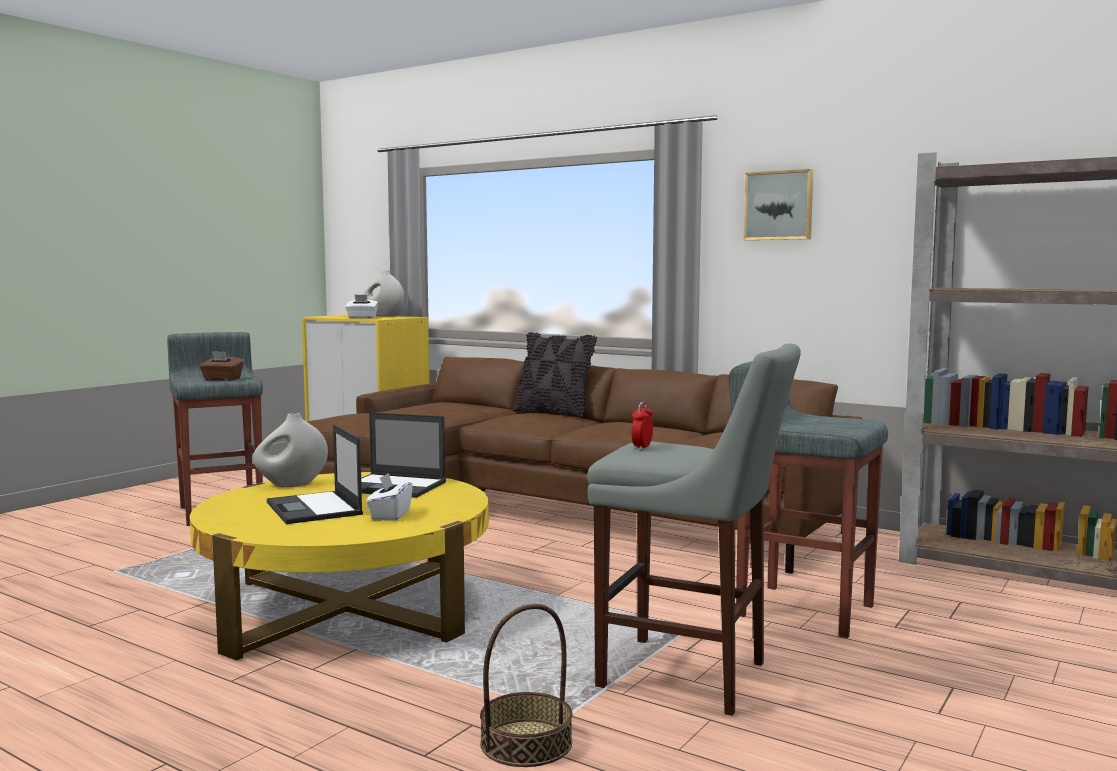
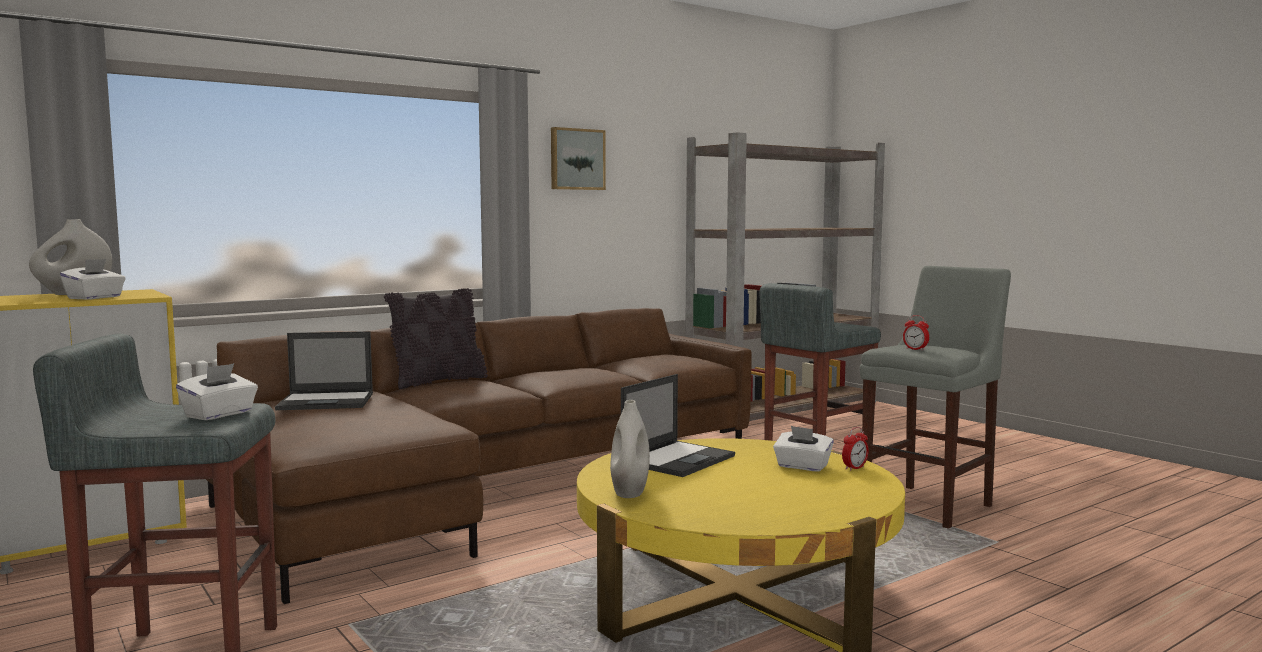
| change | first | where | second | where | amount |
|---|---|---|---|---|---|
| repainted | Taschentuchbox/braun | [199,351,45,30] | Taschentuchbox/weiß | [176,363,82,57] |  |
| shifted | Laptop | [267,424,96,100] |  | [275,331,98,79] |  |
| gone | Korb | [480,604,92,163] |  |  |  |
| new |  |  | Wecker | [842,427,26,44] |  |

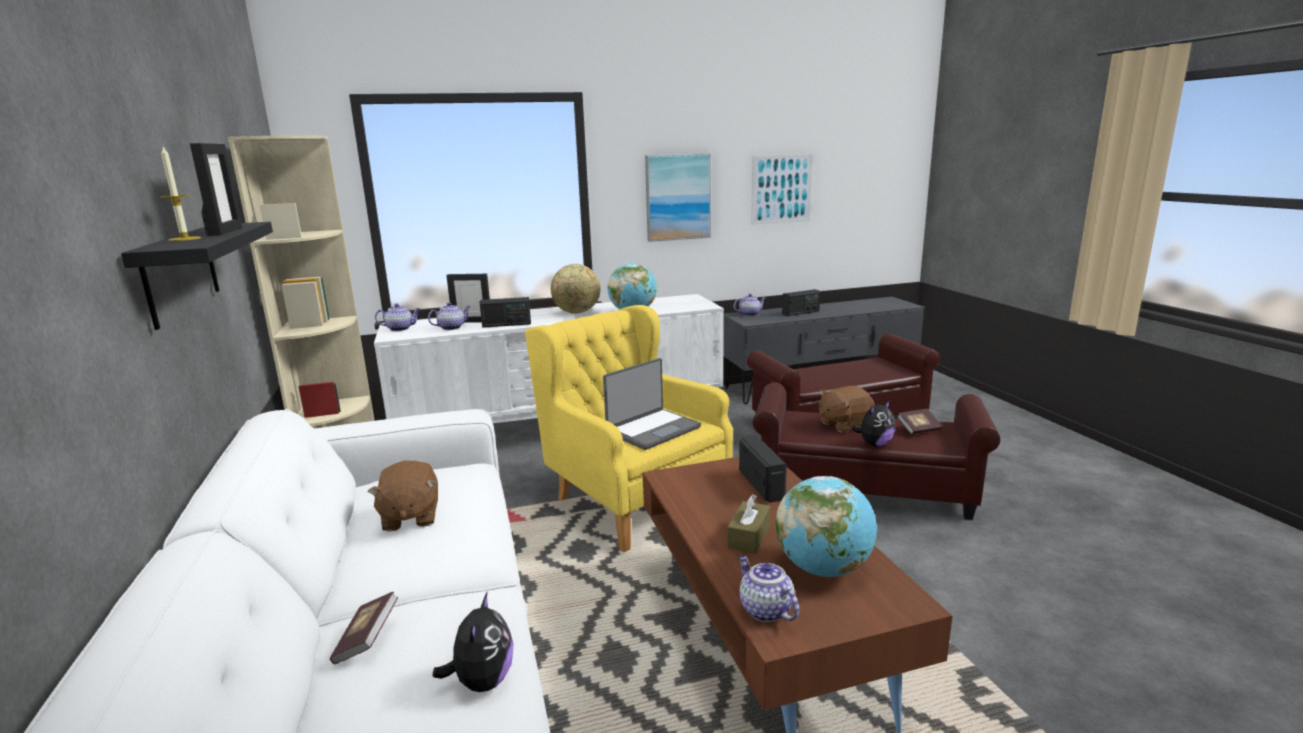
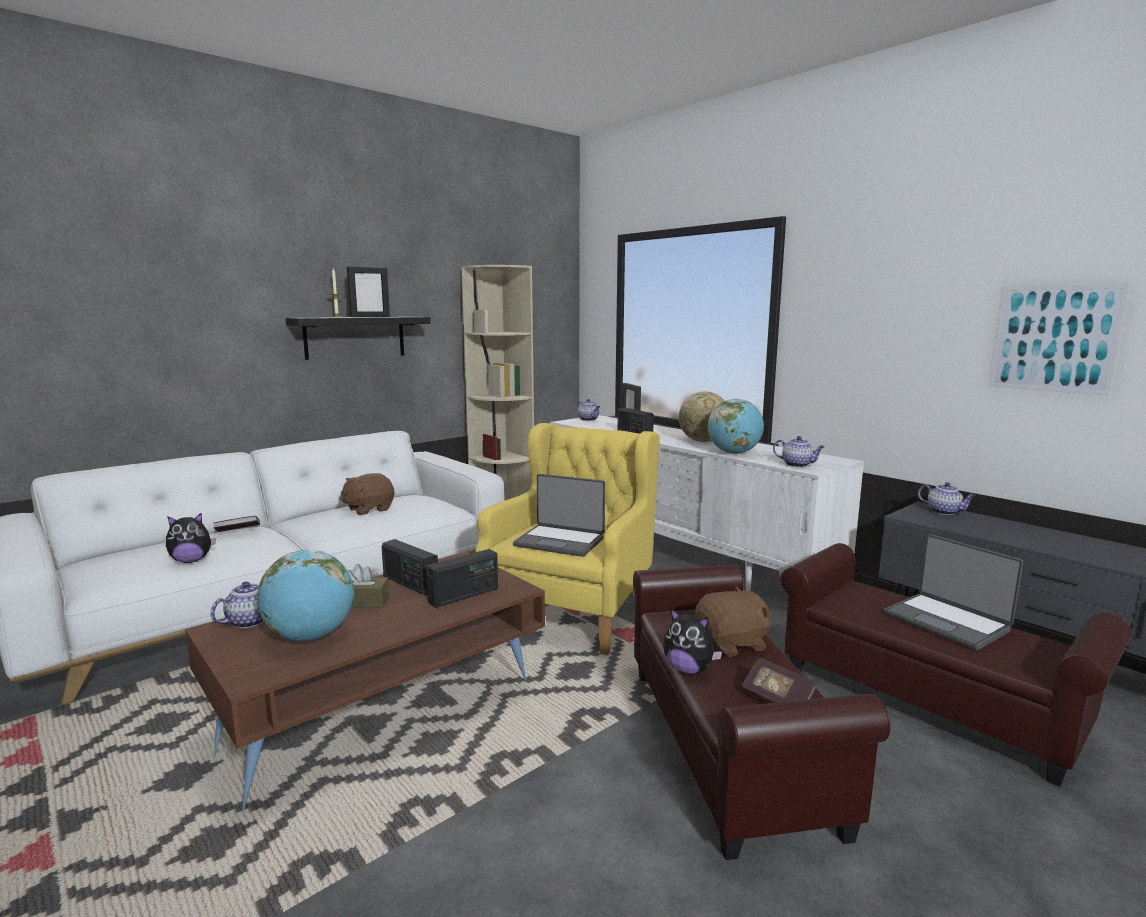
| change | first | where | second | where | amount |
|---|---|---|---|---|---|
| shifted | Teekanne | [428,302,43,28] |  | [773,436,52,31] |  |
| gone | Bild | [645,153,66,89] |  |  |  |
| shifted | Radio | [782,289,38,27] |  | [382,539,56,57] |  |
| rotated | Plüschtier/braun | [819,386,56,46] |  | [695,587,77,70] | 120 degrees clockwise |
| new |  |  | Laptop | [884,534,139,117] |  |

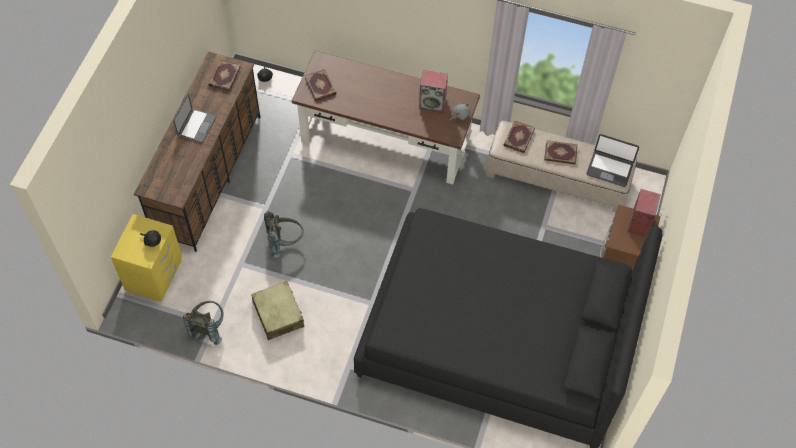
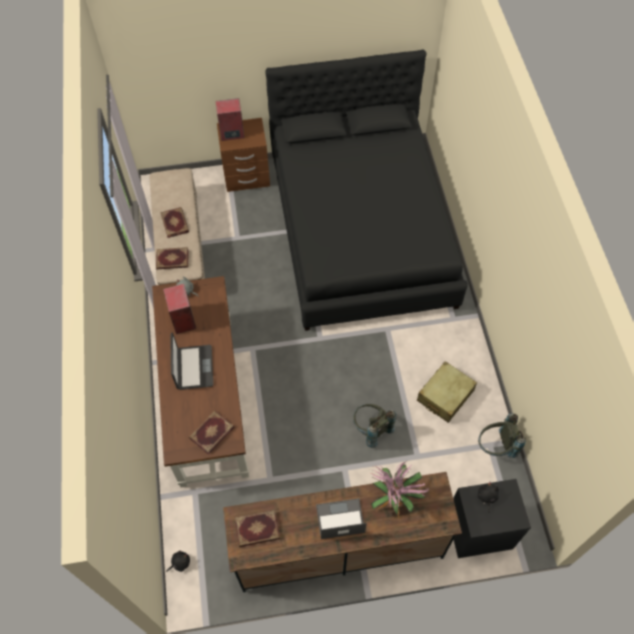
| change | first | where | second | where | amount |
|---|---|---|---|---|---|
| repainted | Nachttisch/gelb | [111,214,71,88] | Nachttisch/schwarz | [453,479,78,79] |  |
| shifted | Laptop | [586,134,53,53] |  | [170,332,43,58] |  |
| new |  |  | Topfpflanze | [370,461,59,58] |  |

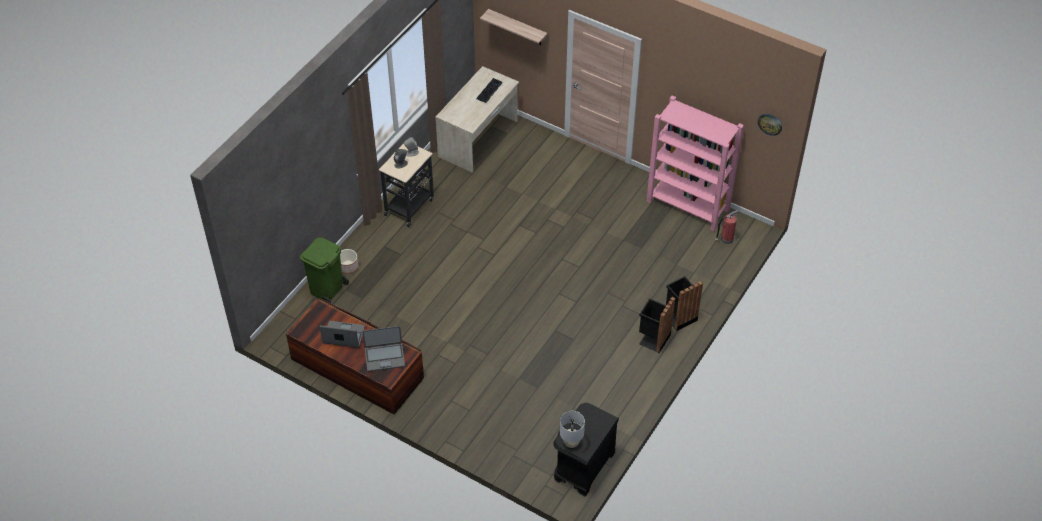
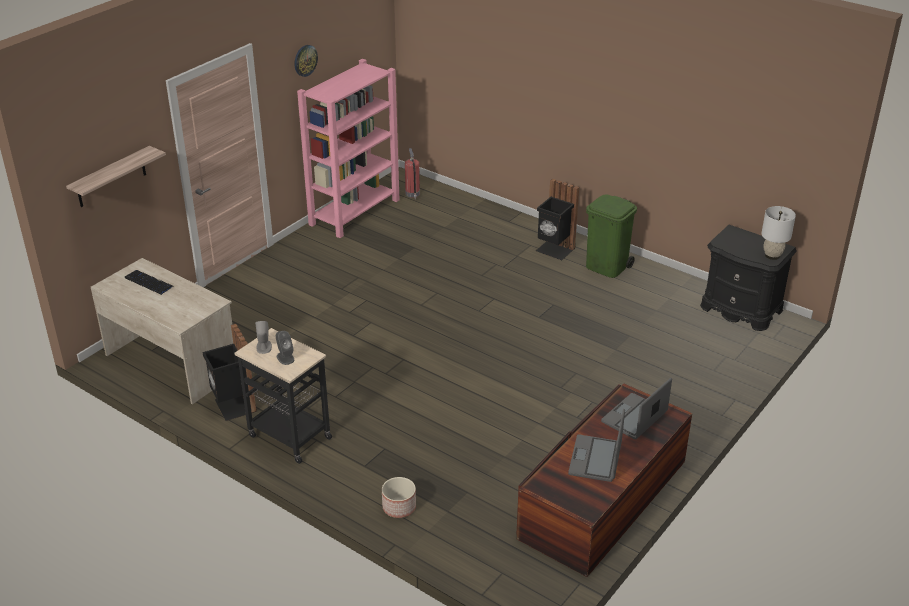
| change | first | where | second | where | amount |
|---|---|---|---|---|---|
| shifted | Mülleimer/grün | [300,238,49,65] |  | [586,195,51,83] |  |
| rotated | Laptop | [362,326,43,46] |  | [601,378,71,61] | 135 degrees counterclockwise |
| shifted | Mülleimer/schwarz | [666,276,37,55] |  | [202,324,55,97] |  |
| shifted | Wanduhr | [758,114,24,22] |  | [295,45,23,32] |  |

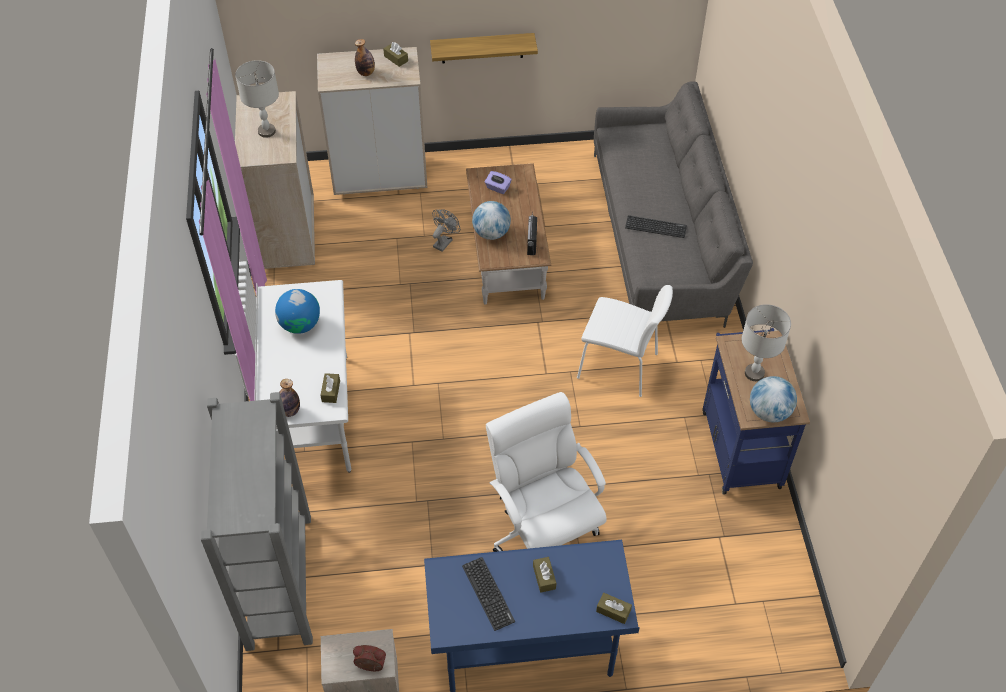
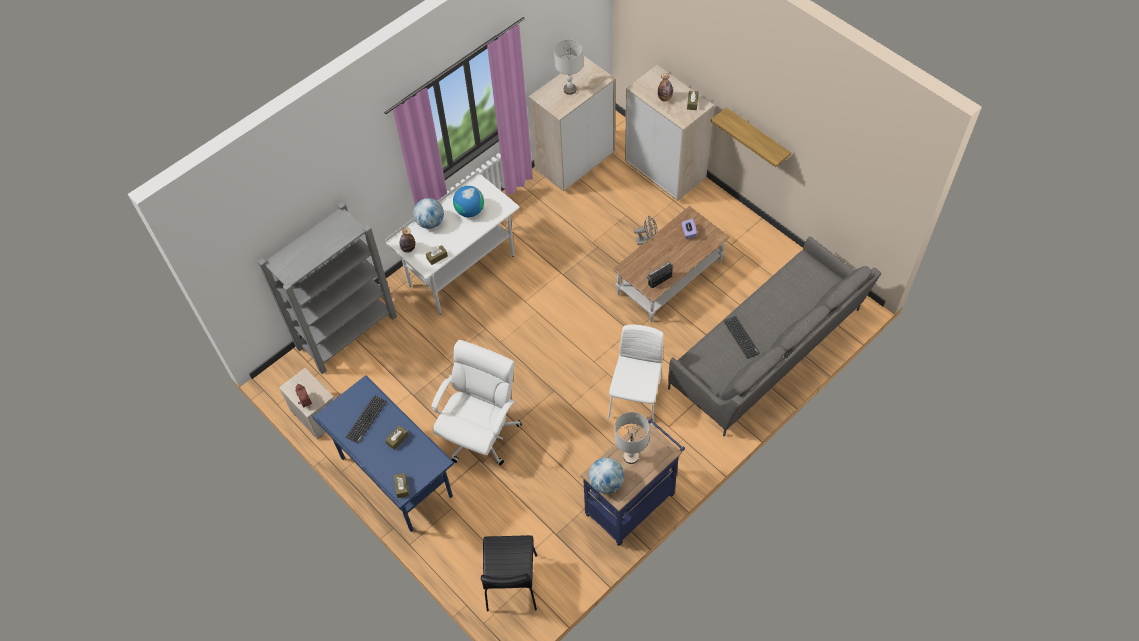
| change | first | where | second | where | amount |
|---|---|---|---|---|---|
| shifted | Globus | [472,201,39,39] |  | [413,198,31,31] |  |
| rotated | Stuhl/weiß | [577,285,96,112] |  | [608,324,56,103] | 150 degrees counterclockwise |
| new |  |  | Stuhl/schwarz | [481,535,56,77] |  |

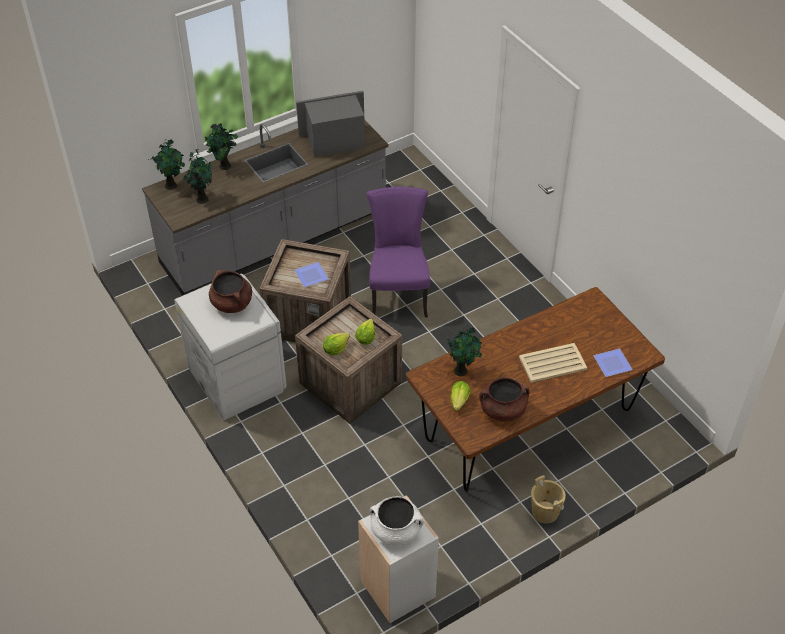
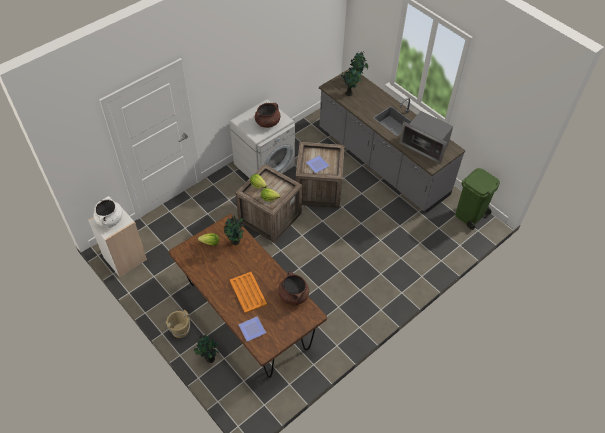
| change | first | where | second | where | amount |
|---|---|---|---|---|---|
| shifted | Topfpflanze | [205,123,33,47] |  | [194,335,25,28] |  |
| rotated | Mikrowelle | [296,91,69,66] |  | [399,111,54,53] | 150 degrees clockwise |
| gone | Stuhl/lila | [367,186,63,131] |  |  |  |
| shifted | Kochtopf/braun | [479,377,50,45] |  | [278,271,31,34] |  |
| repainted | Tablett/beige | [519,343,68,40] | Tablett/orange | [230,272,37,42] |  |
| new |  |  | Mülleimer/grün | [455,168,45,62] |  |

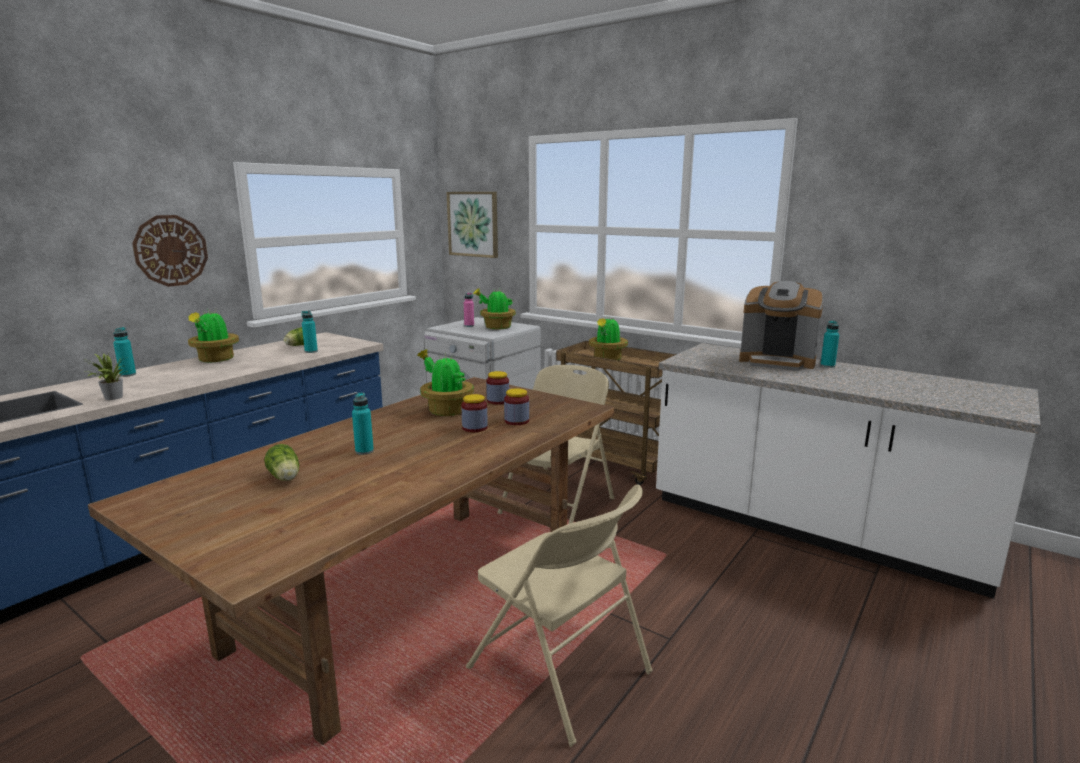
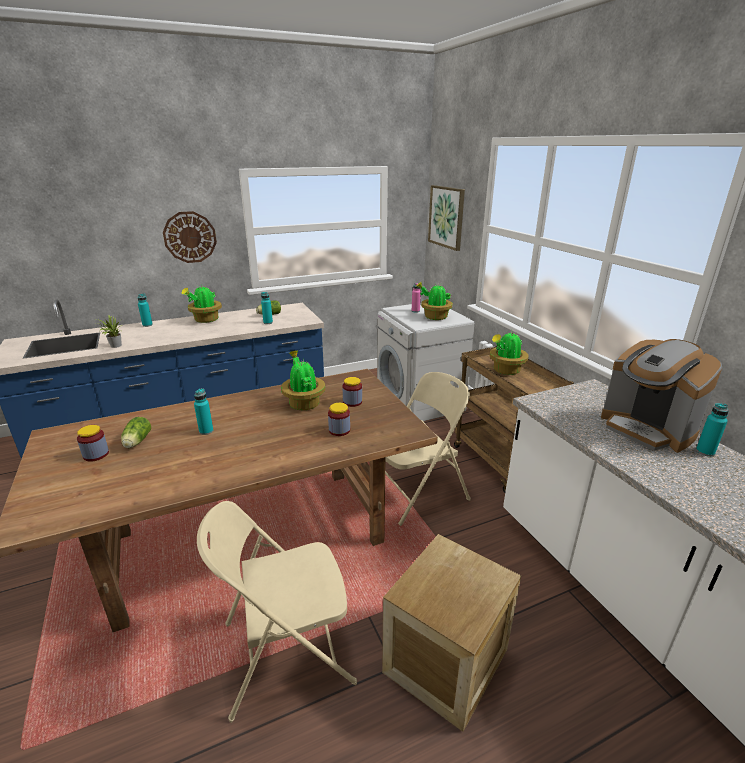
| change | first | where | second | where | amount |
|---|---|---|---|---|---|
| shifted | Vorratsglas | [461,394,27,38] |  | [77,425,32,37] |  |
| rotated | Stuhl/beige | [466,484,187,263] |  | [197,501,160,222] | 90 degrees clockwise |
| new |  |  | Kiste | [382,534,139,198] |  |

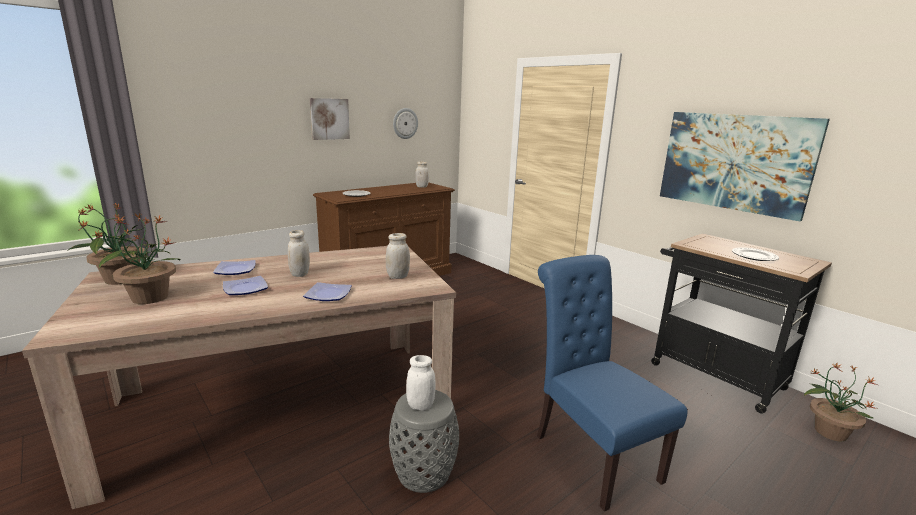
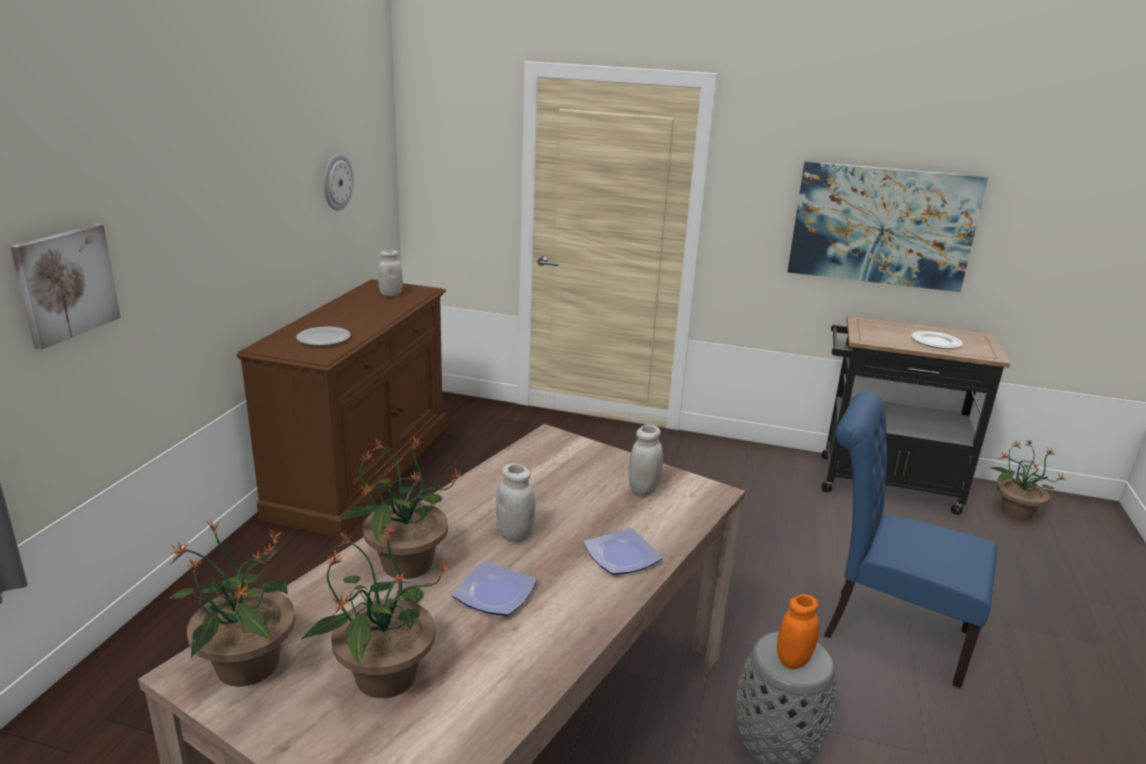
| change | first | where | second | where | amount |
|---|---|---|---|---|---|
| swapped | Teller | [213,260,43,15] | Topfpflanze | [338,436,124,143] |  |
| shifted | Bild | [310,98,40,42] |  | [10,224,111,126] |  |
| repainted | Vorratsglas/weiß | [406,355,29,56] | Vorratsglas/orange | [777,594,42,75] |  |

